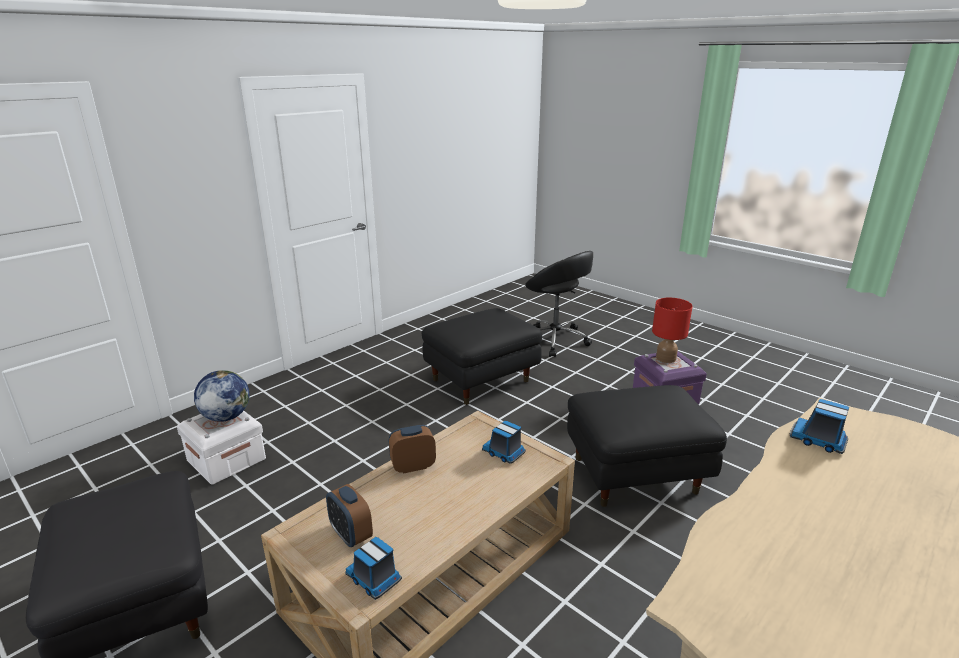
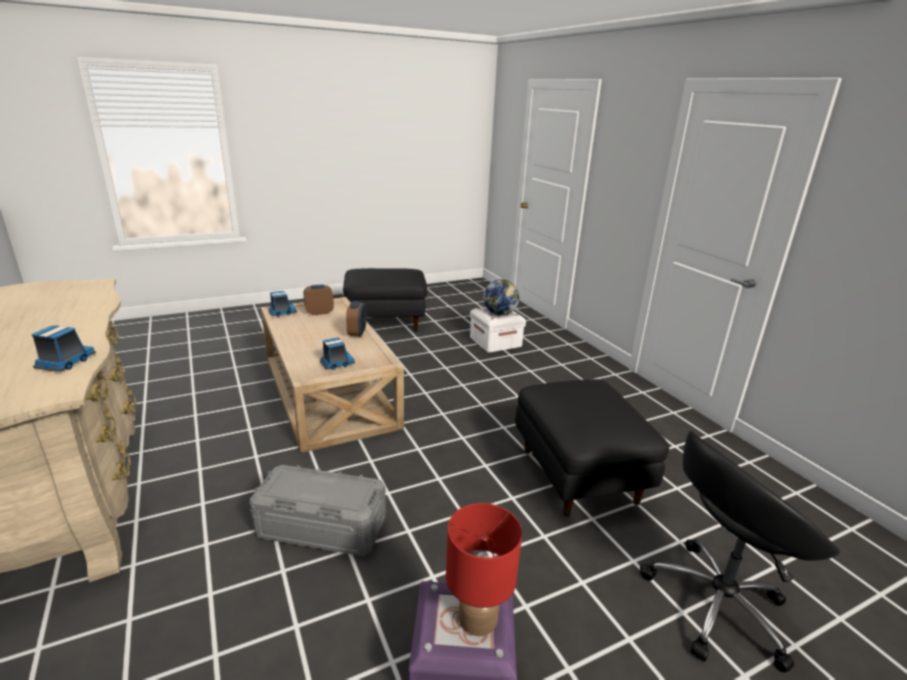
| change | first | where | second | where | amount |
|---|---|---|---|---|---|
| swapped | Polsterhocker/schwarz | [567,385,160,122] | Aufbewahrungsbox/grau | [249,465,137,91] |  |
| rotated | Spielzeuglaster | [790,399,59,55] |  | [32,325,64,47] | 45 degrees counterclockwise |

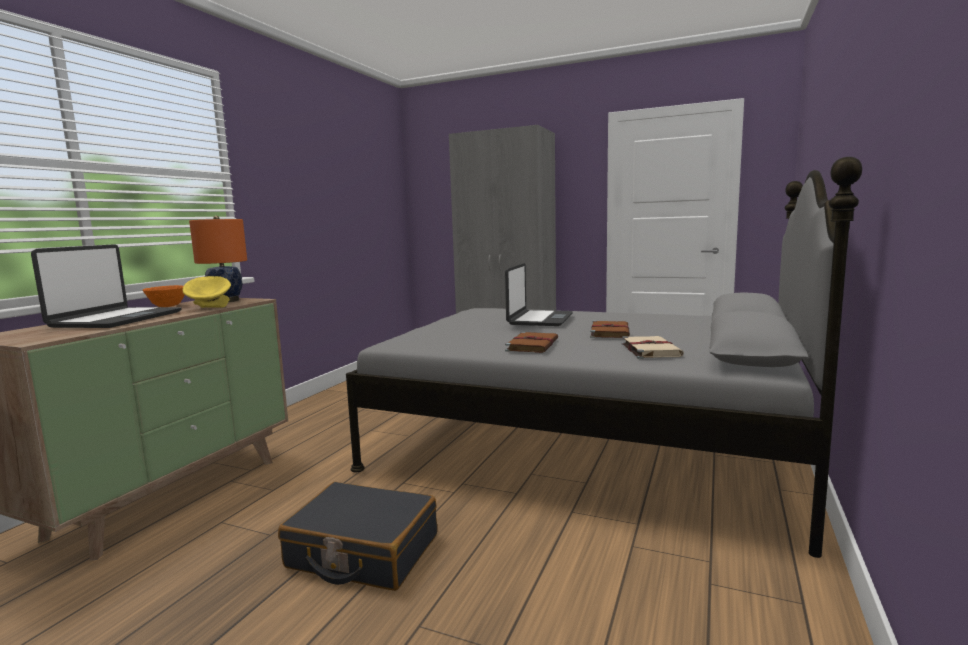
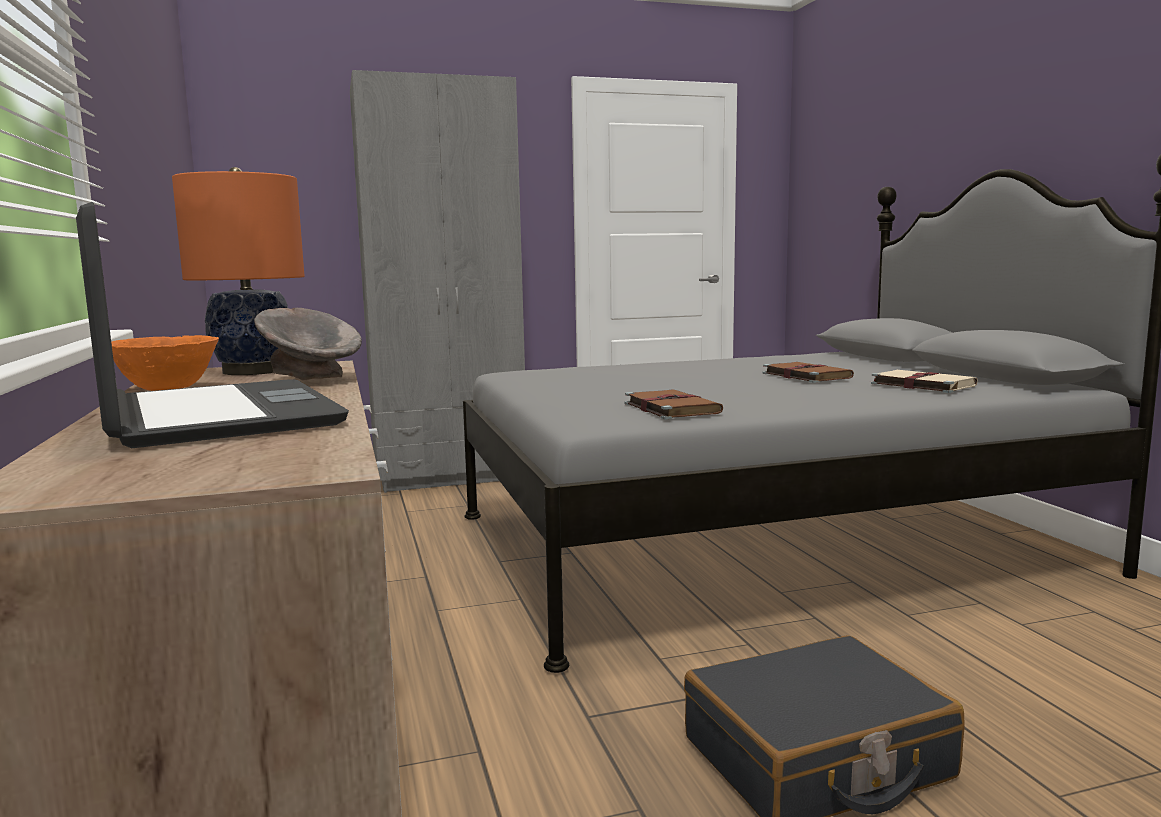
| change | first | where | second | where | amount |
|---|---|---|---|---|---|
| repainted | Schüssel/gelb | [182,276,49,32] | Schüssel/grau | [254,308,108,72] |  |
| gone | Laptop | [505,263,68,63] |  |  |  |
| shifted | Buch/braun | [505,332,53,21] |  | [625,389,98,30] |  |

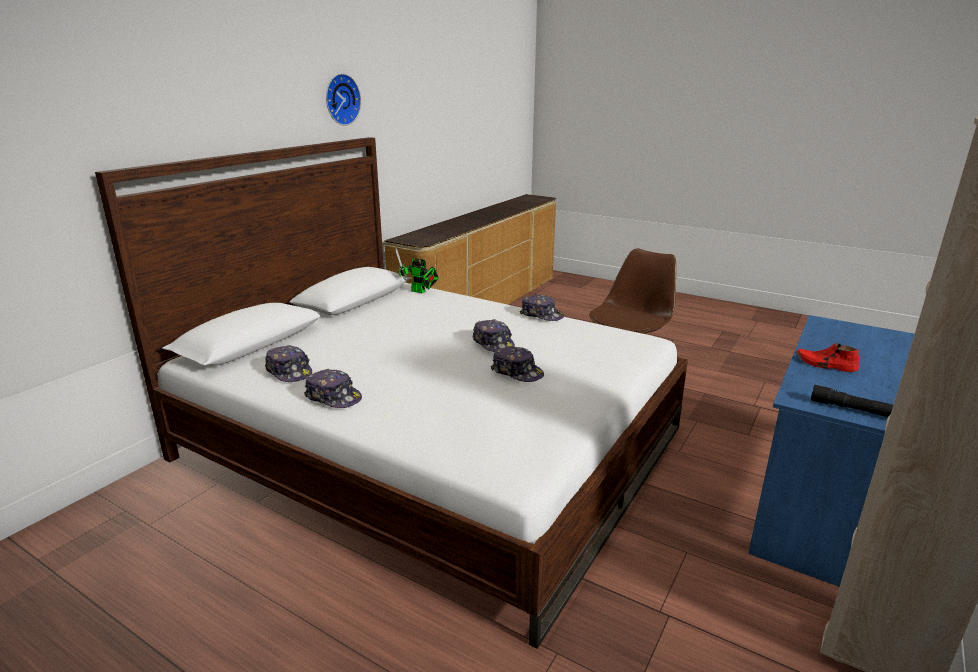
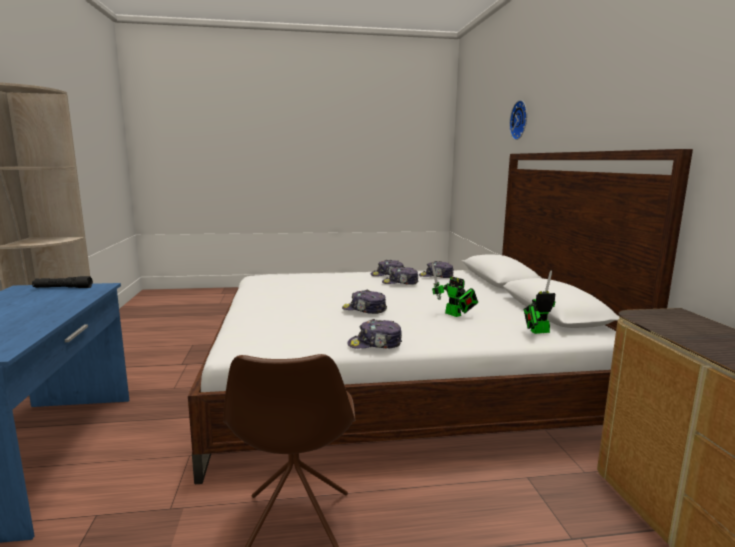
| change | first | where | second | where | amount |
|---|---|---|---|---|---|
| shifted | Wanduhr | [326,73,35,53] |  | [509,100,18,40] |  |
| shifted | Kappe | [491,346,53,36] |  | [382,267,37,18] |  |
| gone | Schuh/rot | [795,343,64,29] |  |  |  |
| new |  |  | Spielzeugroboter | [431,263,47,54] |  |

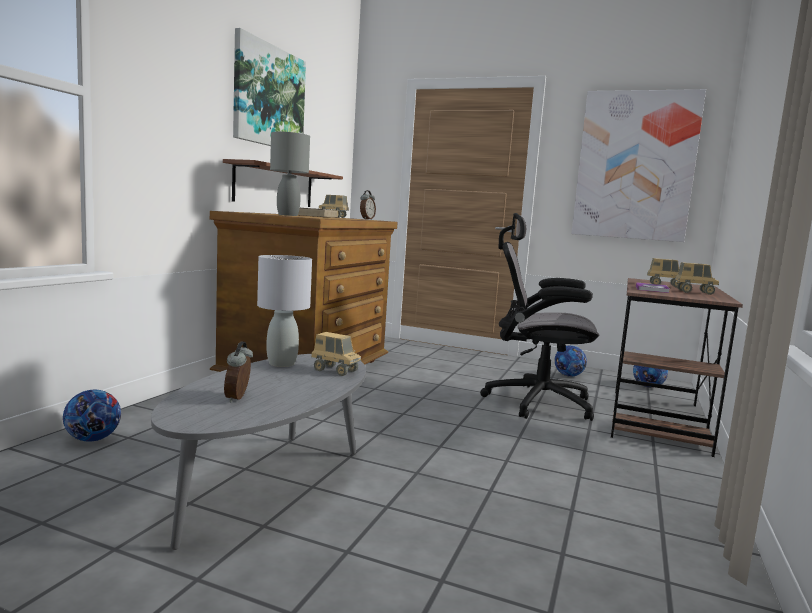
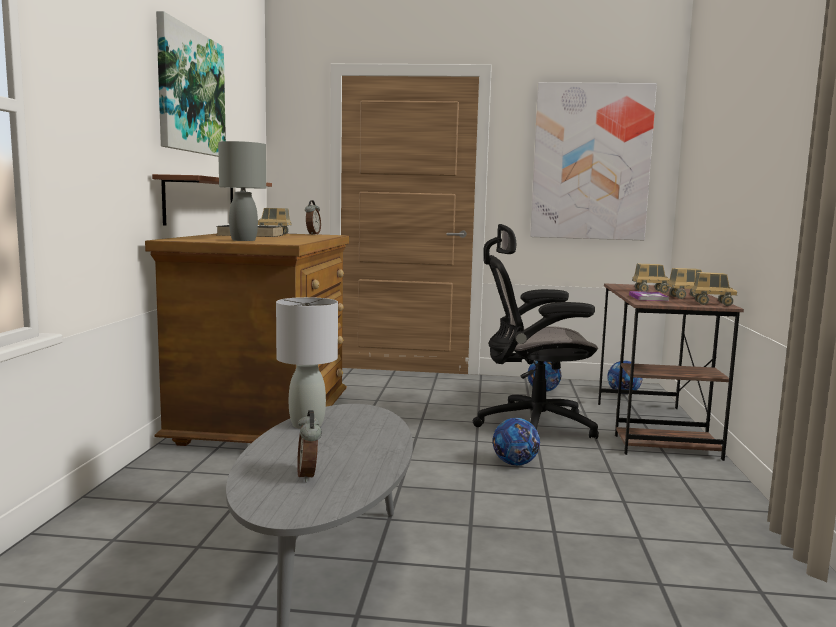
| change | first | where | second | where | amount |
|---|---|---|---|---|---|
| shifted | Fußball | [63,390,58,52] |  | [493,418,47,48] |  |
| shifted | Spielzeuglaster | [311,332,50,44] |  | [691,272,46,34] |  |

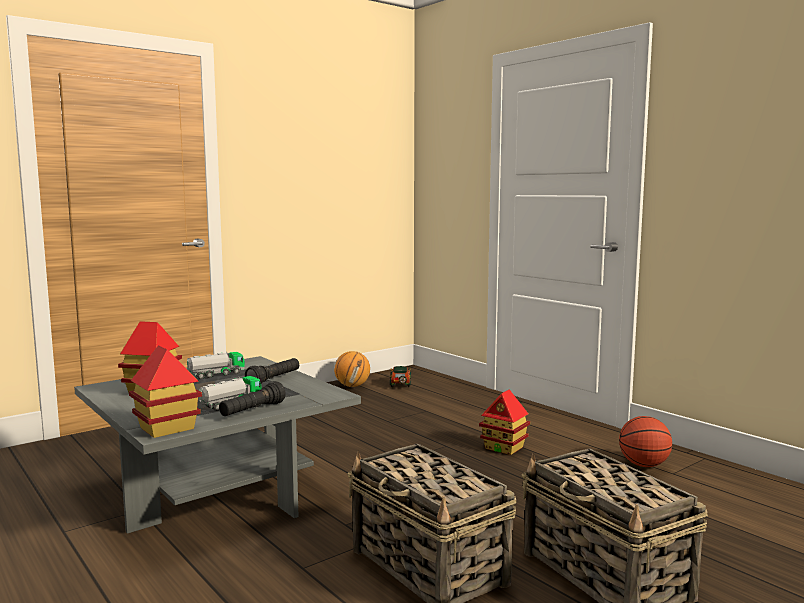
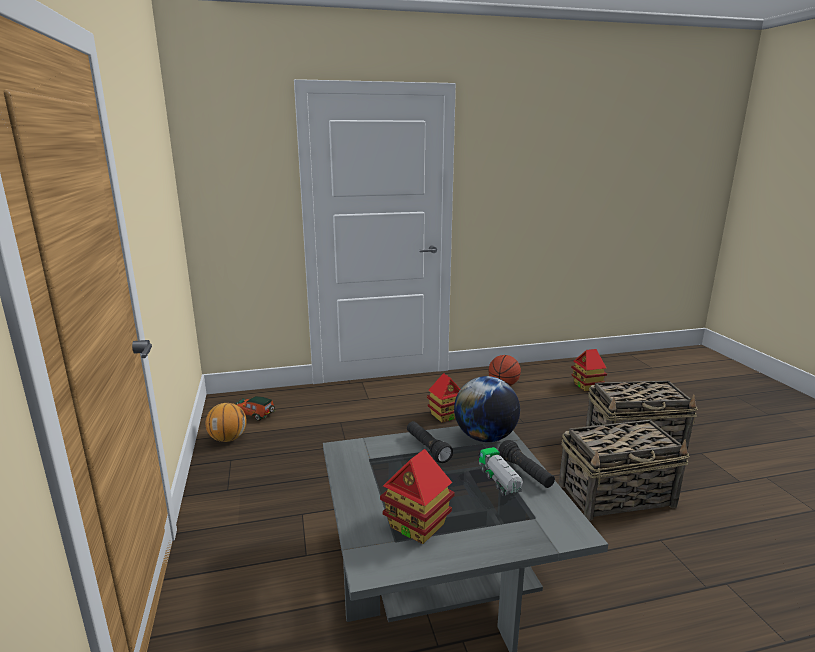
| change | first | where | second | where | amount |
|---|---|---|---|---|---|
| shifted | Spielzeughaus | [129,345,73,93] |  | [571,349,36,42] |  |
| gone | Spielzeuglaster | [187,352,58,27] |  |  |  |
| new |  |  | Globus | [454,376,66,66] |  |

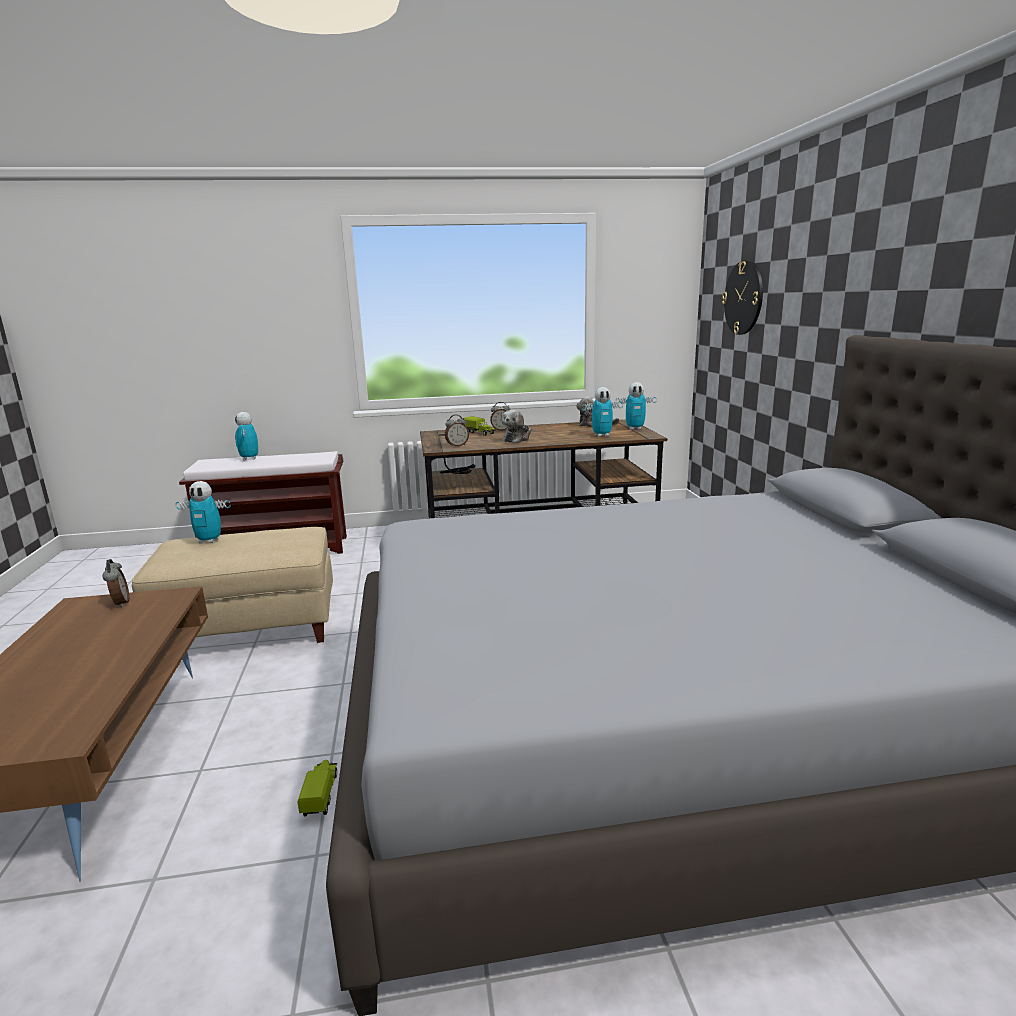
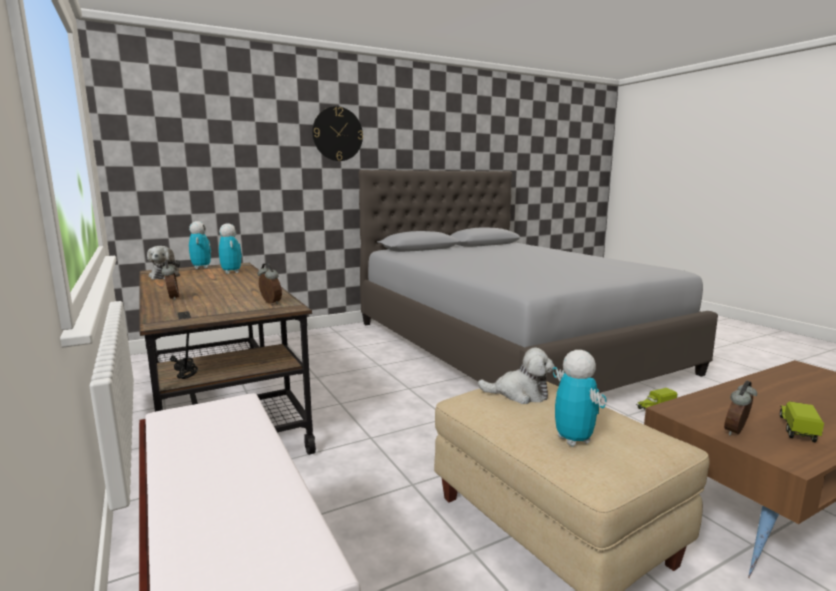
| change | first | where | second | where | amount |
|---|---|---|---|---|---|
| gone | Spielzeugroboter | [235,412,23,49] |  |  |  |
| shifted | Spielzeuglaster | [464,416,30,20] |  | [780,401,44,42] |  |
| shifted | Plüschtier | [502,410,30,33] |  | [478,347,77,57] |  |
| shifted | Wanduhr | [722,260,41,75] |  | [312,106,51,55] |  |

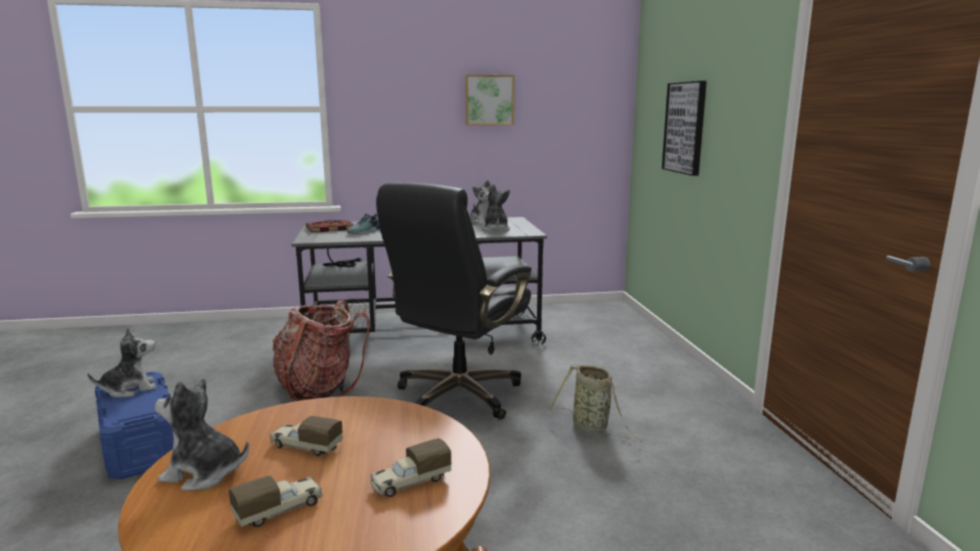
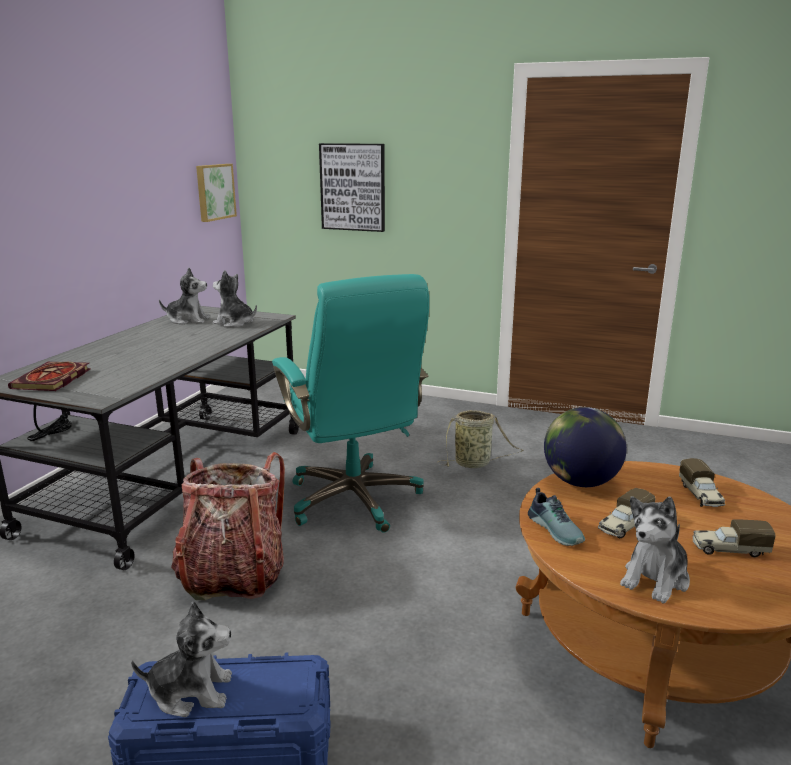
| change | first | where | second | where | amount |
|---|---|---|---|---|---|
| rotated | Plüschtier | [88,328,69,70] |  | [131,601,101,116] | 90 degrees clockwise |
| rotated | Spielzeuglaster | [229,475,93,52] |  | [693,519,82,38] | 75 degrees counterclockwise |
| shifted | Schuh | [347,214,33,20] |  | [528,488,57,58] |  |
| repainted | Bürostuhl/schwarz | [376,182,156,237] | Bürostuhl/türkis | [272,274,157,259] |  |
| shifted | Bild | [465,75,49,50] |  | [196,164,41,58] |  |
| new |  |  | Globus | [544,407,83,80] |  |

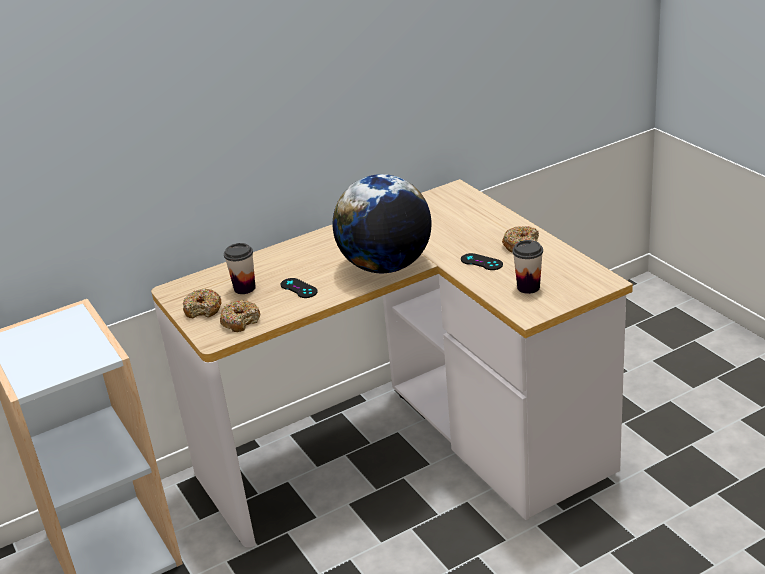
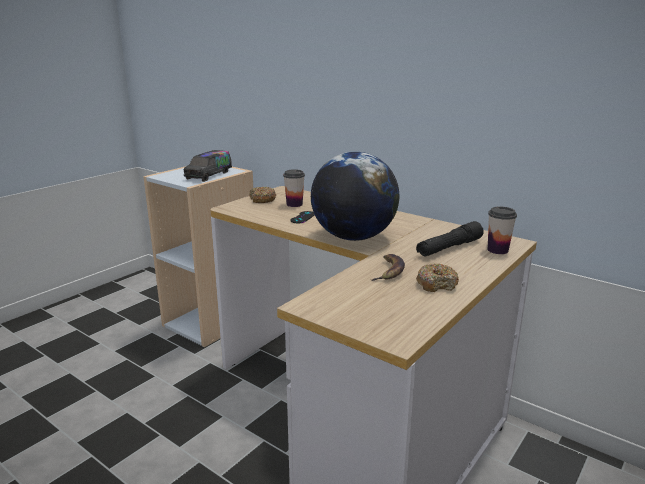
| change | first | where | second | where | amount |
|---|---|---|---|---|---|
| gone | Donut | [220,300,40,32] |  |  |  |
| swapped | Gamepad/schwarz | [461,253,42,17] | Banane | [371,254,34,27] |  |
| shifted | Tasse | [512,240,31,54] |  | [488,206,29,48] |  |
| new |  |  | Spielzeuglaster | [184,150,48,32] |  |
| new |  |  | Taschenlampe/schwarz | [416,221,68,35] |  |

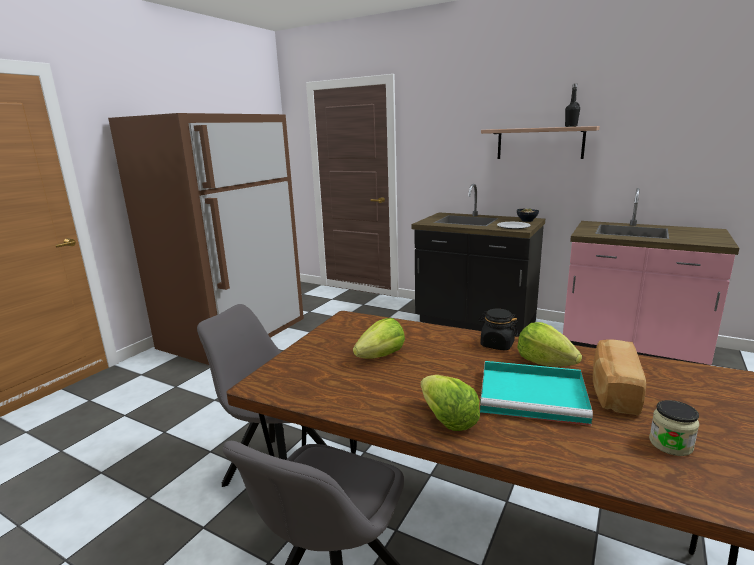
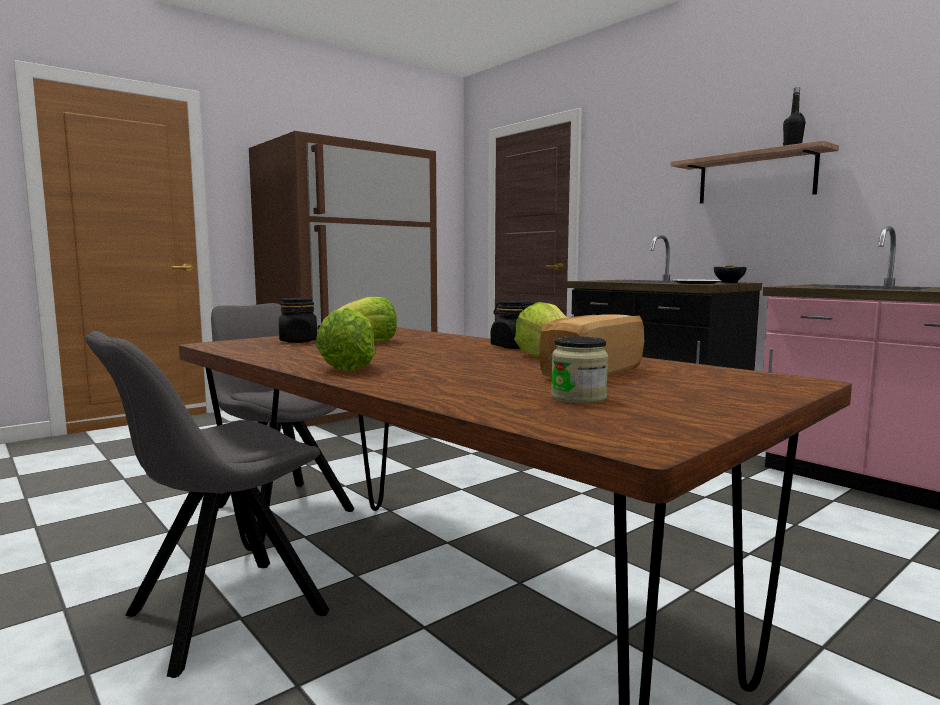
| change | first | where | second | where | amount |
|---|---|---|---|---|---|
| gone | Tablett/türkis | [480,361,113,65] |  |  |  |
| new |  |  | Vorratsglas/schwarz | [279,298,38,45] |  |

